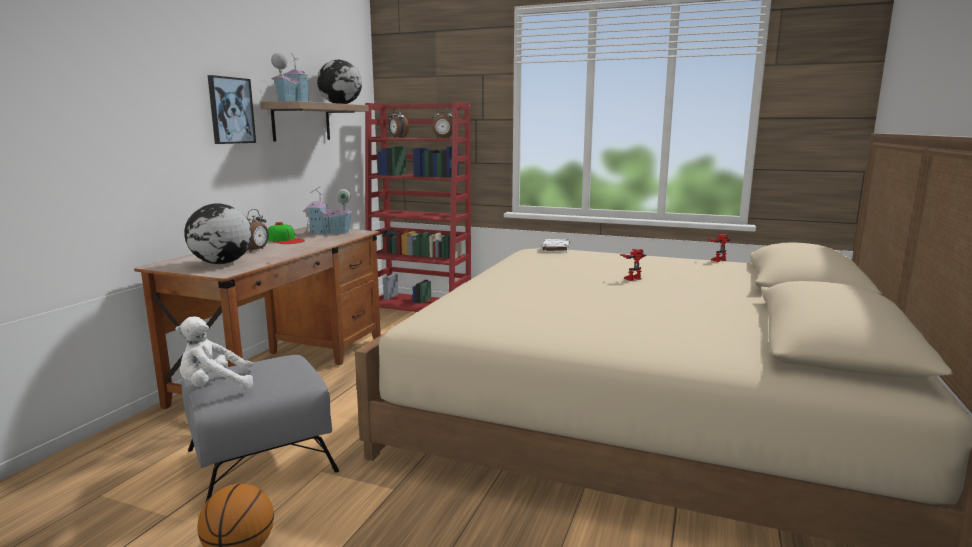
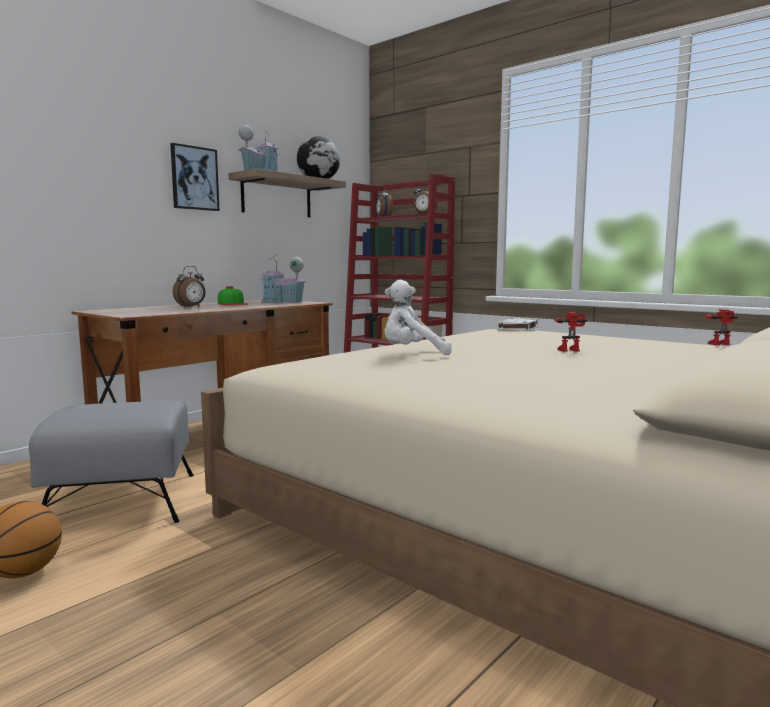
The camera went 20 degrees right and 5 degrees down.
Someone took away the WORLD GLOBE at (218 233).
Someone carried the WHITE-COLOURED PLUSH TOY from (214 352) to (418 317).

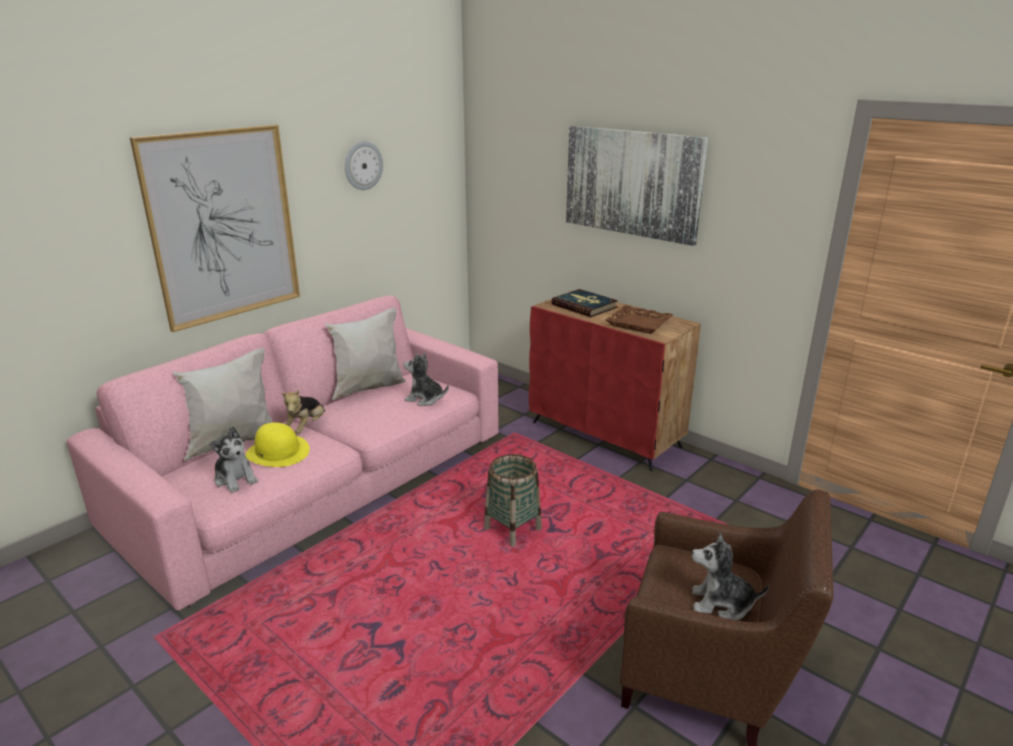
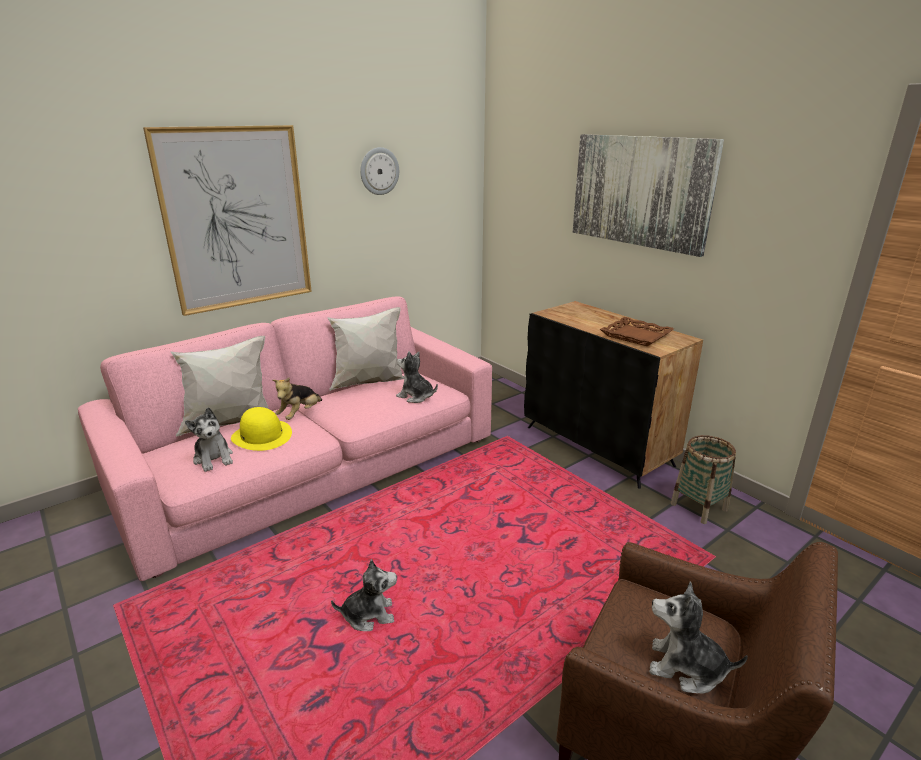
The camera went 10 degrees right and 0 degrees up.
Someone took away the BOOK at (584 303).
Someone repainted the RED CABINET at (615 381), which became the BLACK CABINET at (613 395).
Someone carried the BASKET from (513 500) to (703 479).
Someone put down the PLUSH TOY at (364 595).

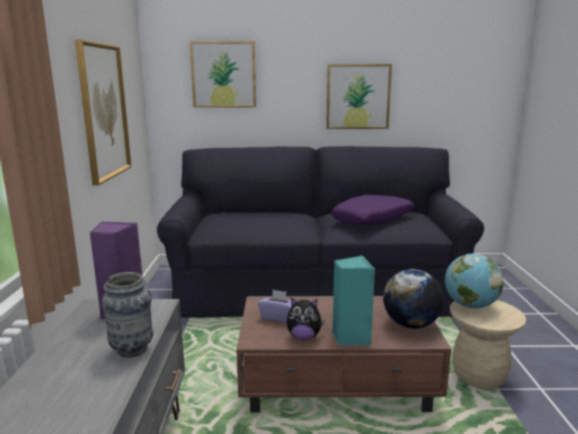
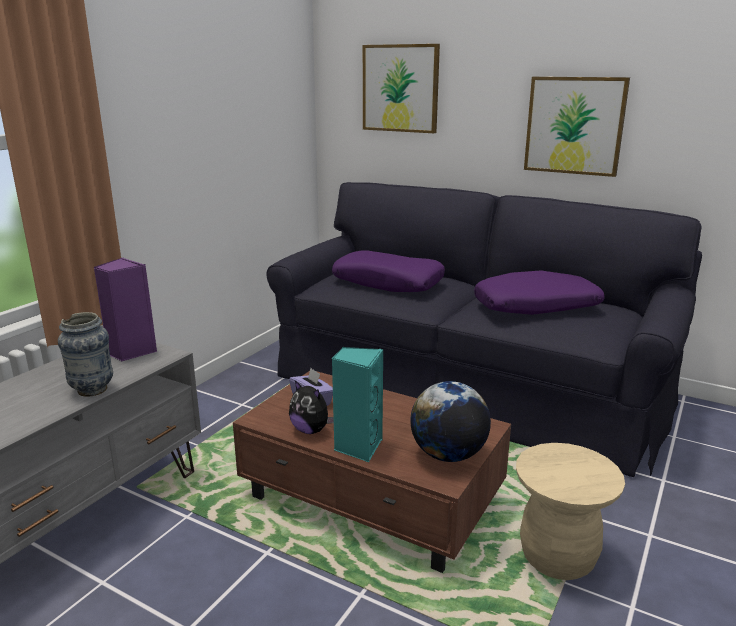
The camera went 30 degrees right and 5 degrees up.
Someone took away the WALL ART at (103 112).
Someone took away the WORLD GLOBE at (474 281).
Someone put down the PURPLE-COLOURED CUSHION at (388 271).

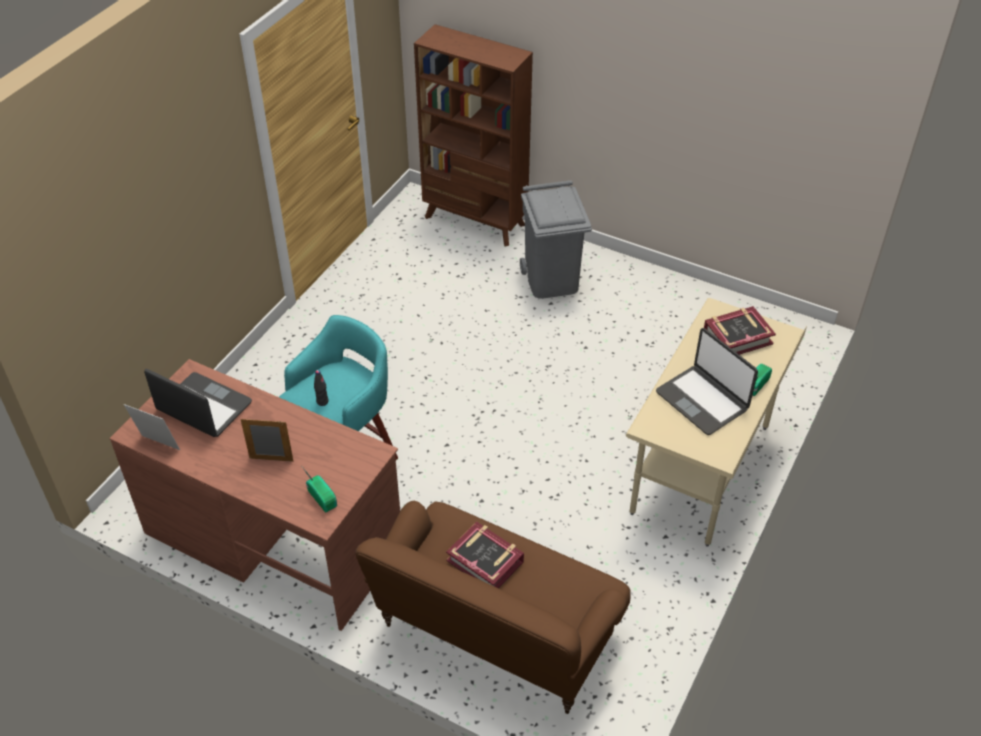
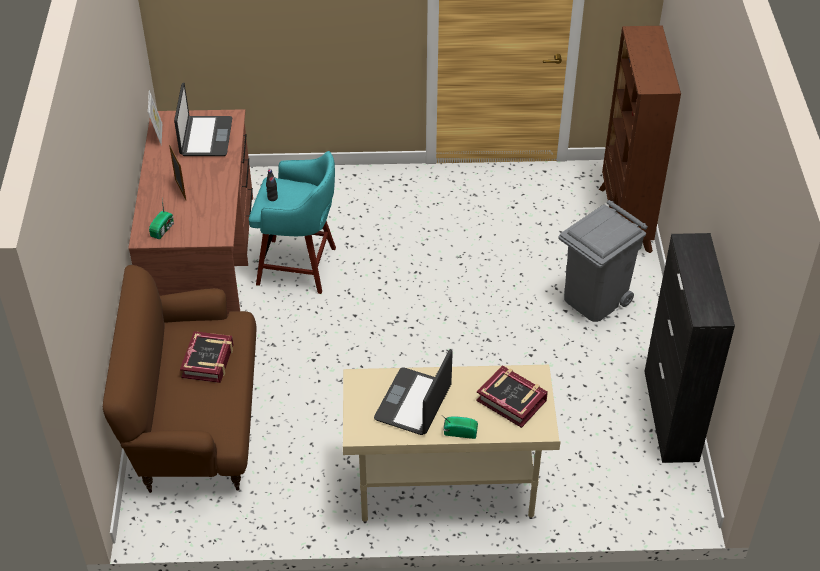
The camera went 60 degrees right and 0 degrees up.
Someone put down the BLACK CABINET at (689 348).

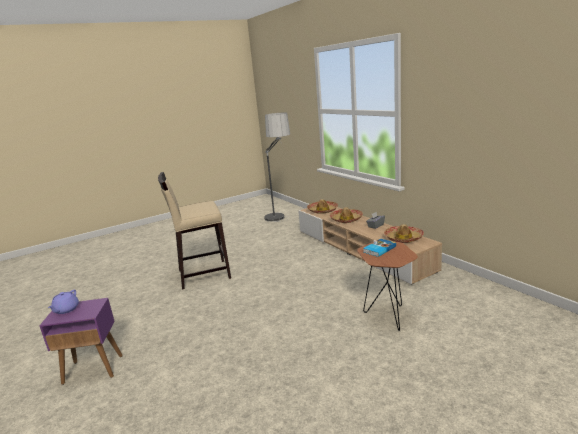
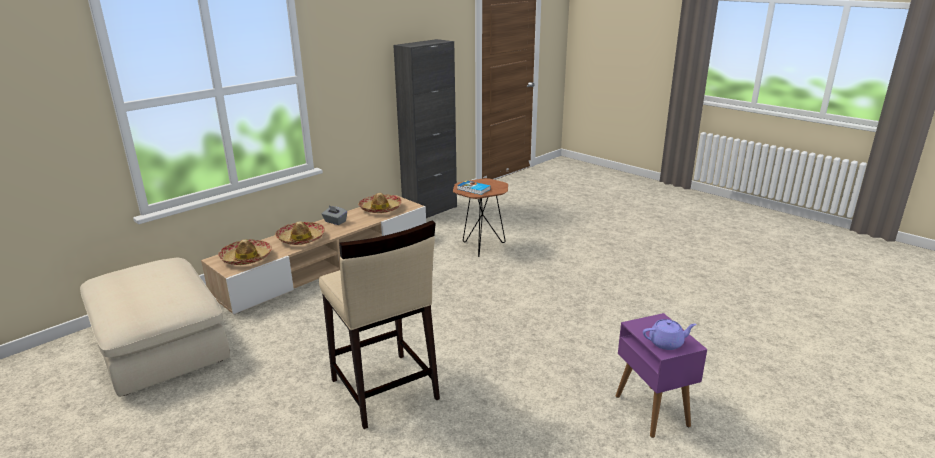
The camera went 105 degrees left and 5 degrees up.
Someone swapped the FLOOR LAMP at (277 167) for the BEIGE-COLOURED POUFFE at (155 327).
Someone put down the BLACK CABINET at (425 128).

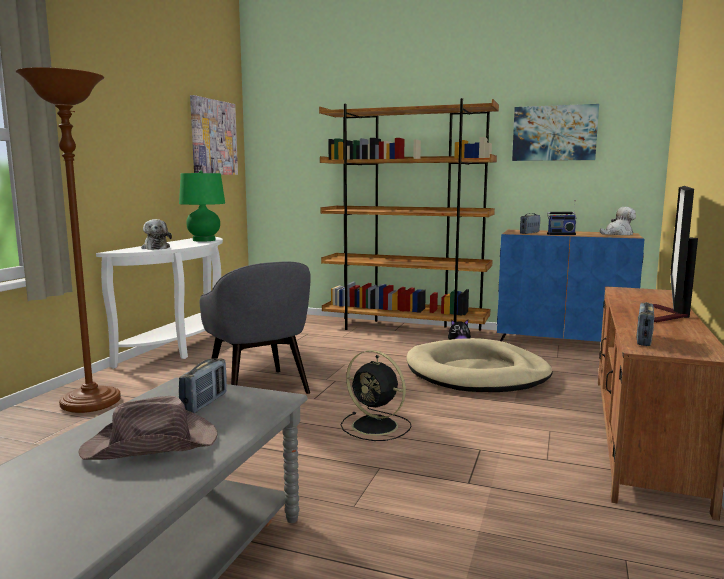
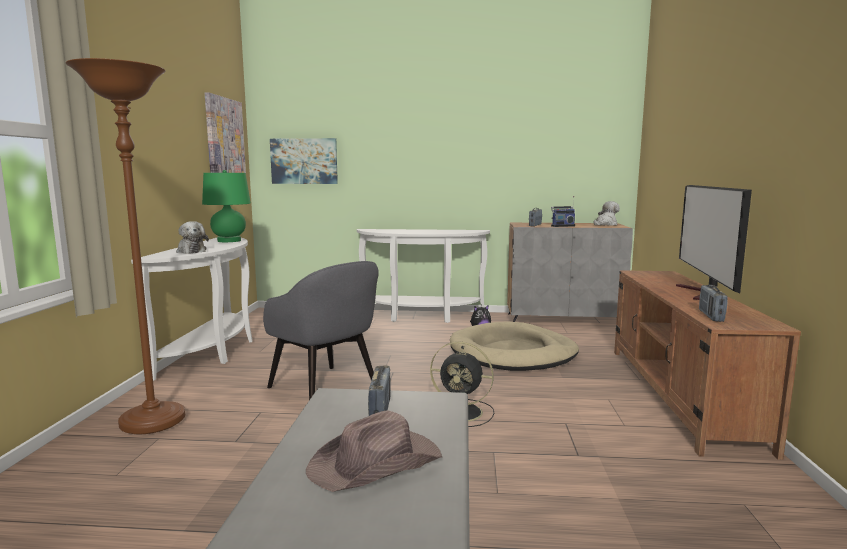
The camera went 15 degrees left and 0 degrees up.
Someone swapped the BROWN SHELVING UNIT at (409 214) for the WHITE-COLOURED CONSOLE TABLE at (423 276).
Someone carried the WALL ART from (555 132) to (304 161).
Someone repainted the BLUE-COLOURED CABINET at (570 286), which became the GRAY CABINET at (570 272).

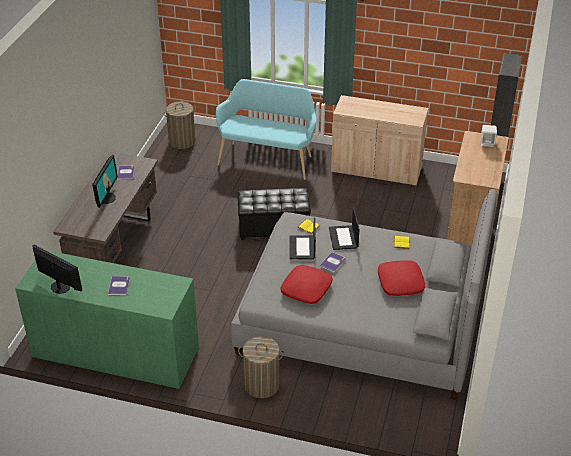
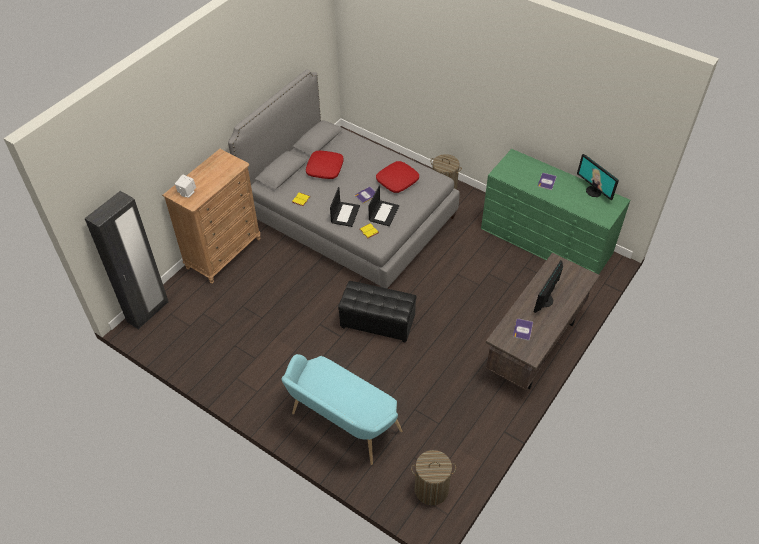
The camera went 160 degrees left and 10 degrees up.
Someone took away the BEIGE-COLOURED CABINET at (379 140).

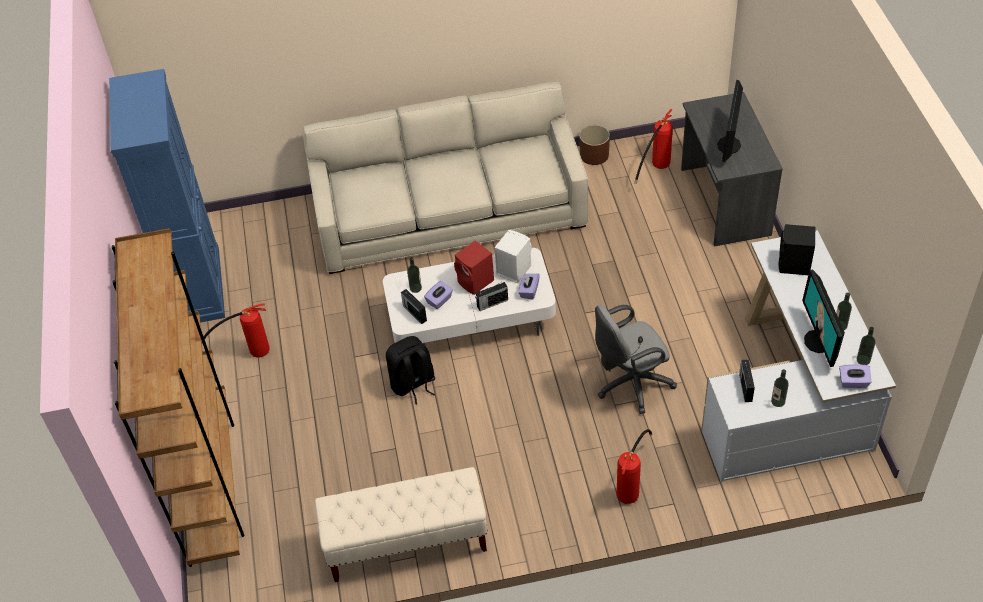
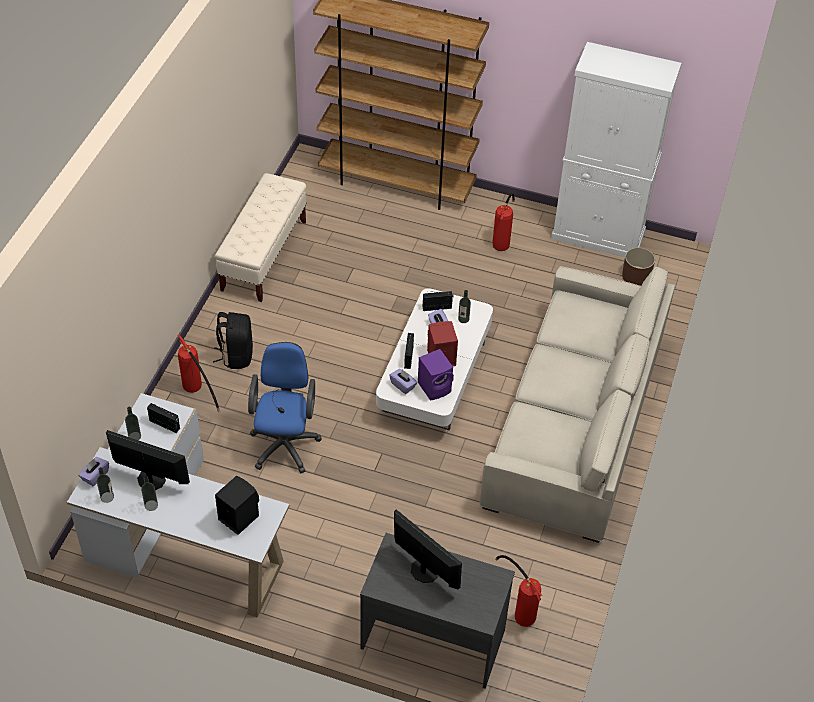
The camera went 115 degrees right and 0 degrees up.
Someone repainted the BLUE-COLOURED CABINET at (167 196), which became the WHITE-COLOURED CABINET at (616 150).
Someone carried the BROWN PLANT POT from (594 145) to (638 266).
Someone repainted the WHITE-COLOURED AUDIO SPEAKER at (513 256), which became the PURPLE-COLOURED AUDIO SPEAKER at (436 375).
Someone repainted the GRAY COMPUTER CHAIR at (636 359), which became the BLUE-COLOURED COMPUTER CHAIR at (285 407).
Someone carried the BLACK RUCKSACK from (410 370) to (233 340).

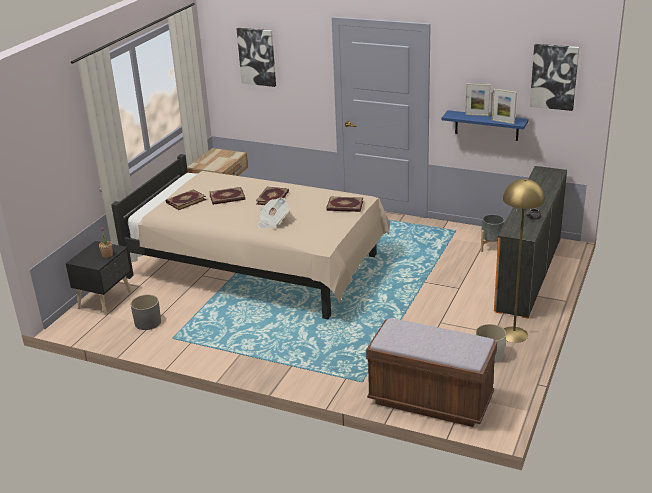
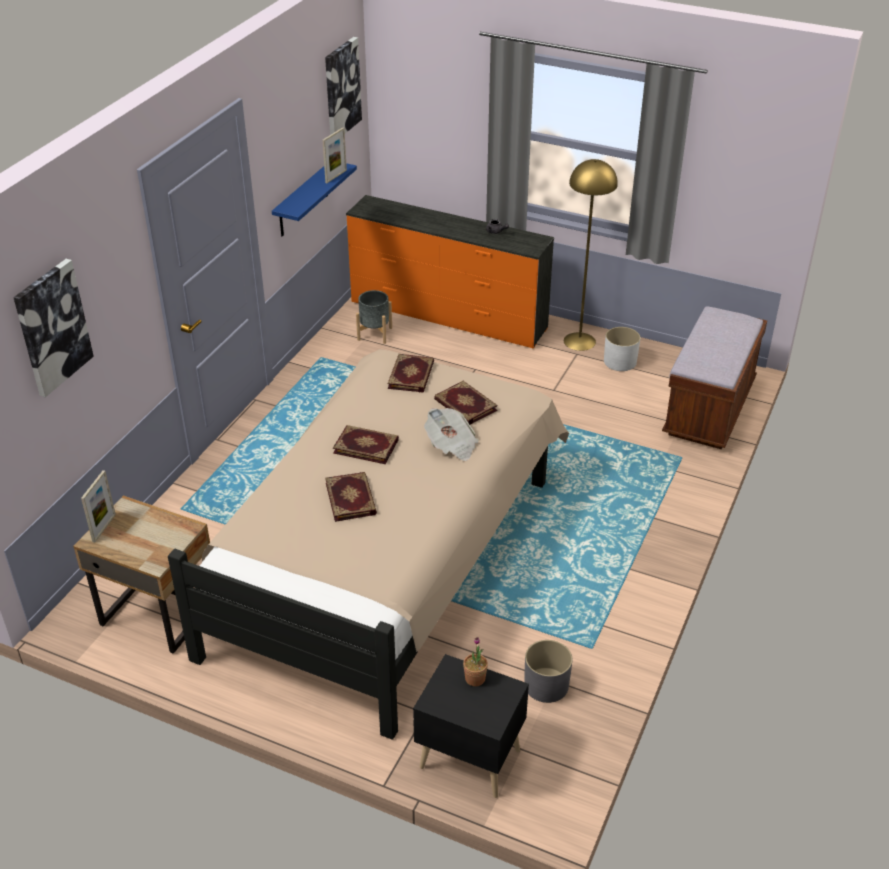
The camera went 90 degrees left and 10 degrees up.
Someone carried the STANDING FRAME from (477 100) to (98 506).
Someone carried the BOOK from (186 199) to (466 403).

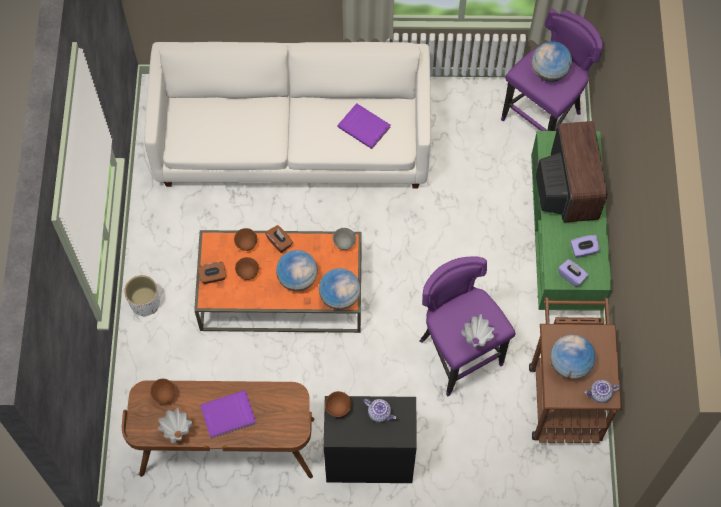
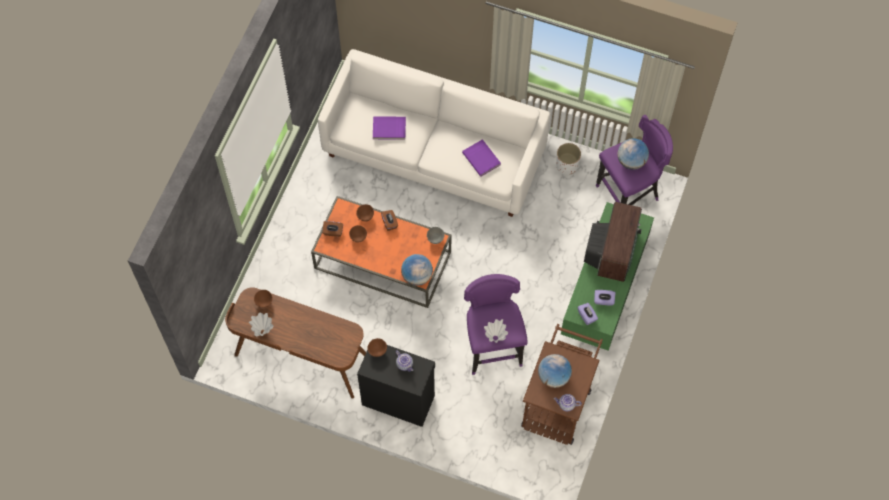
The camera went 20 degrees right and 0 degrees up.
Someone took away the WORLD GLOBE at (297 270).
Someone carried the WHITE-COLOURED PLANT POT from (142 295) to (568 158).
Someone carried the PURPLE-COLOURED BOOK from (228 414) to (389 128).

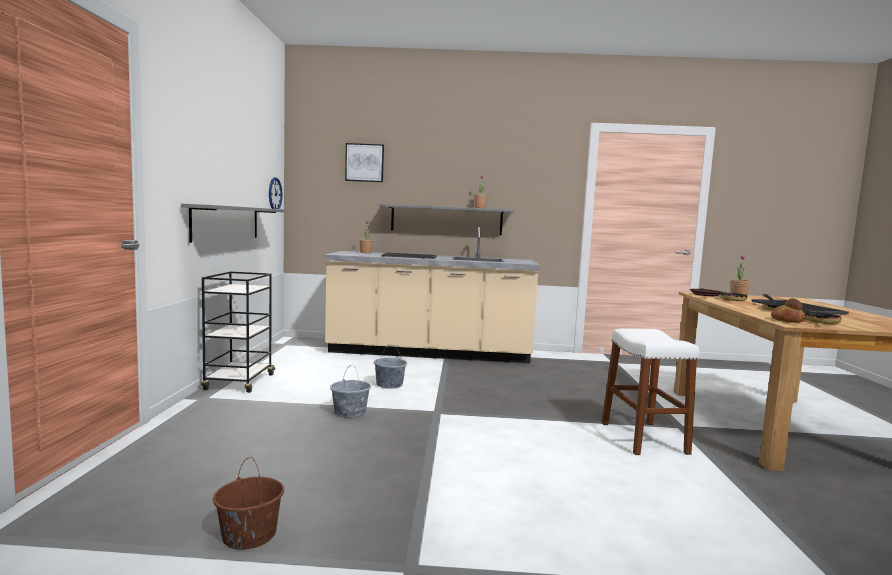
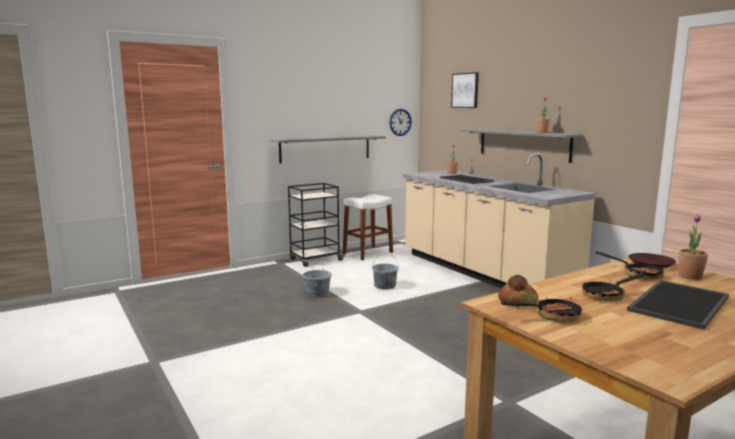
The camera went 55 degrees right and 5 degrees up.
Someone carried the WHITE-COLOURED STOOL from (650 391) to (368 227).
Someone took away the BROWN PAIL at (248 503).

